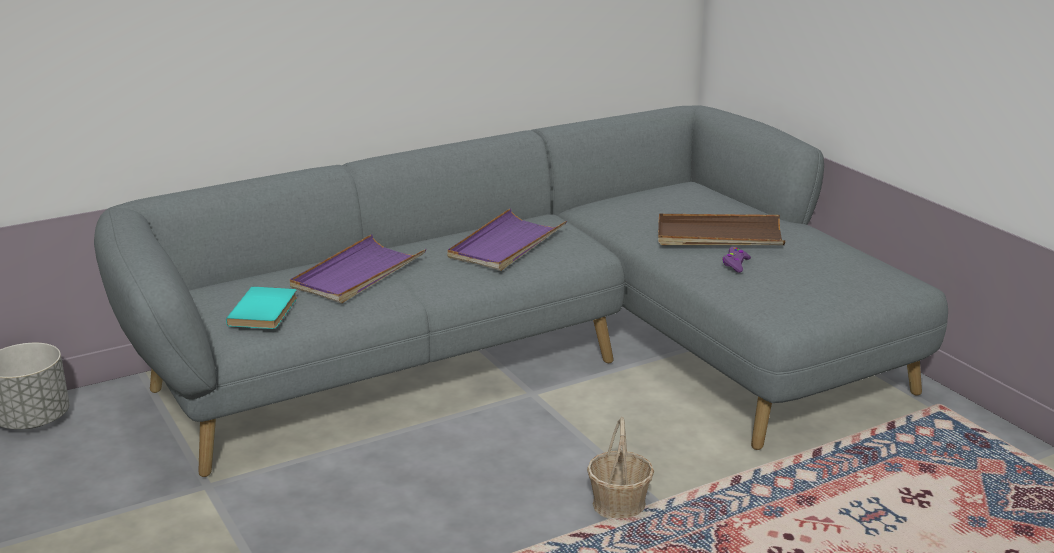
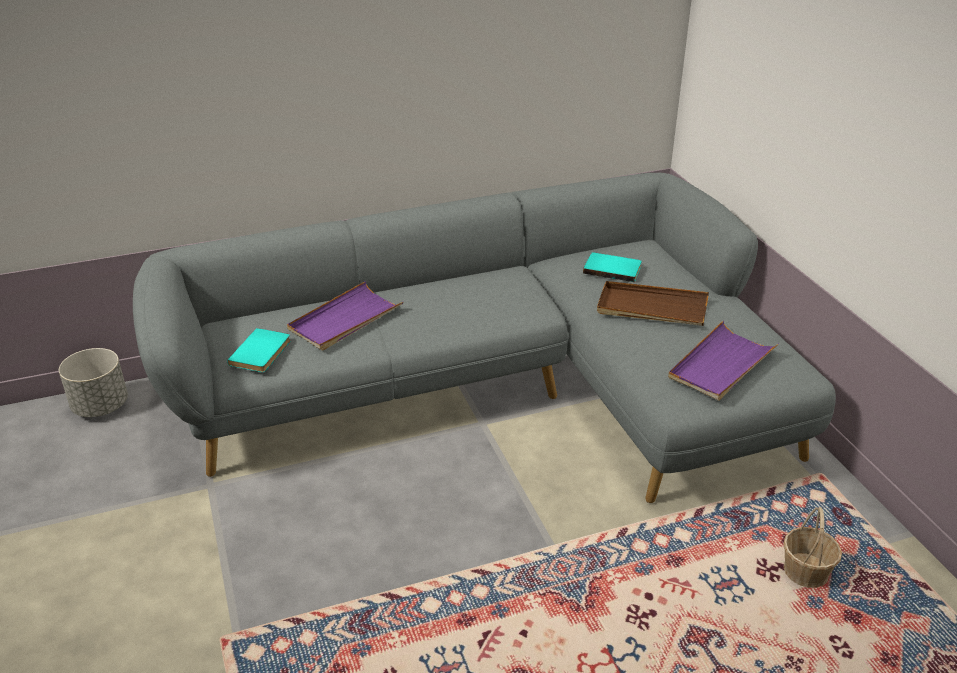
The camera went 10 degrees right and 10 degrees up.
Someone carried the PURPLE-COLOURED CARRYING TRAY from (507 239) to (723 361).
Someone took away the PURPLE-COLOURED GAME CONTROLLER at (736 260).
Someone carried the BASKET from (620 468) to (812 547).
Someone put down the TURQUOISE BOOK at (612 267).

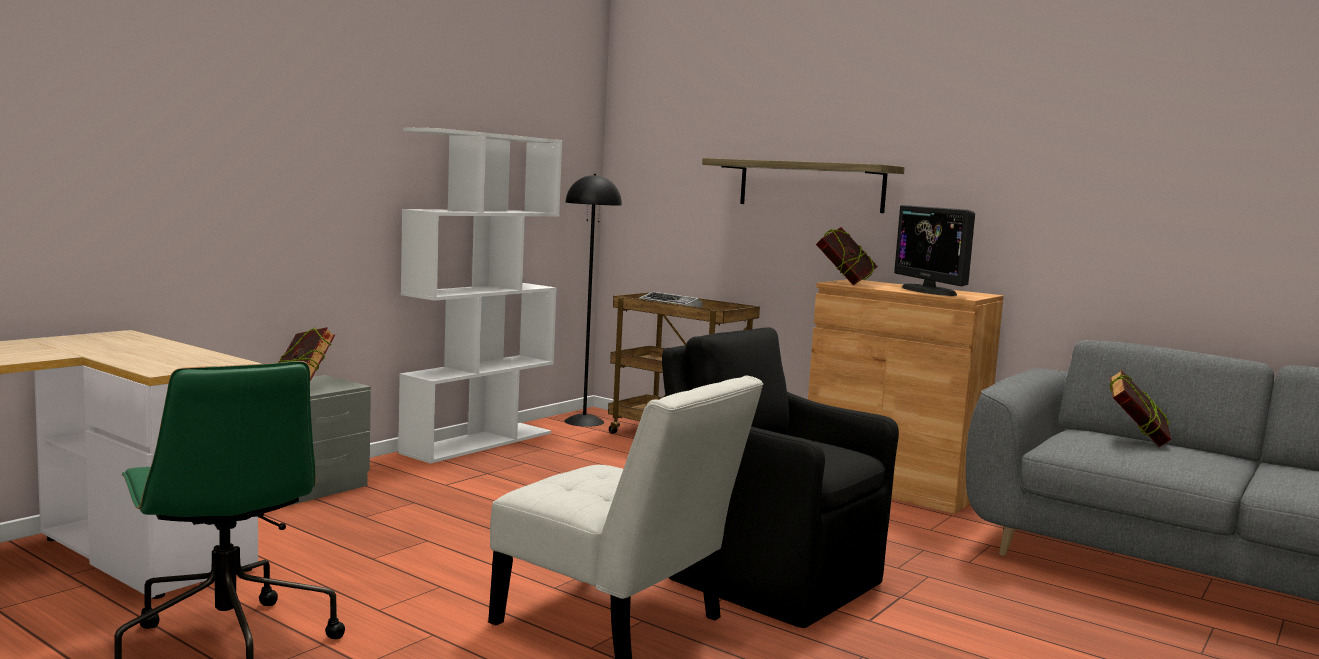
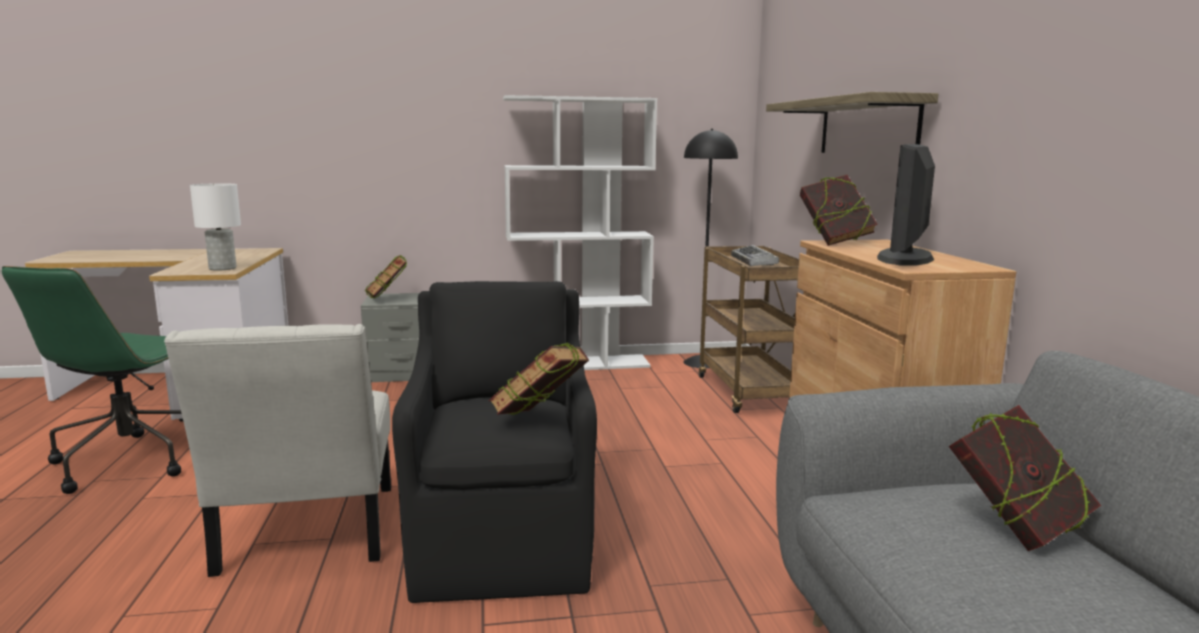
The camera went 45 degrees right and 5 degrees up.
Someone put down the WHITE-COLOURED TABLETOP LAMP at (215 227).
Someone put down the BOOK at (538 378).

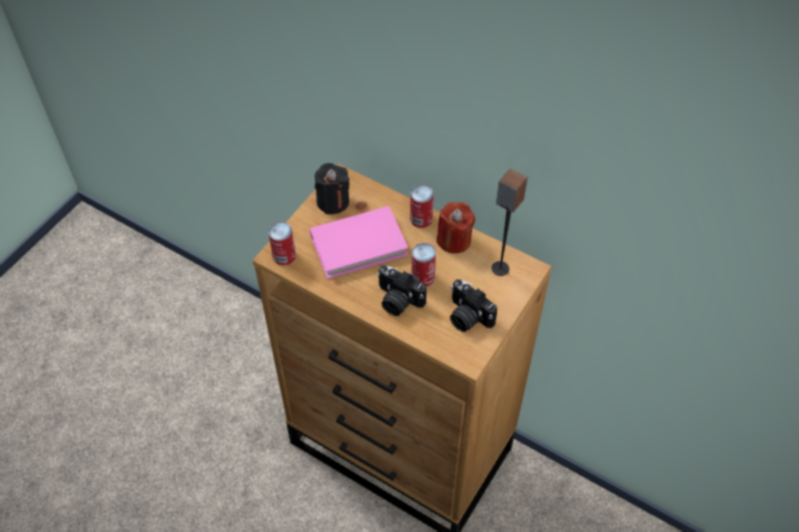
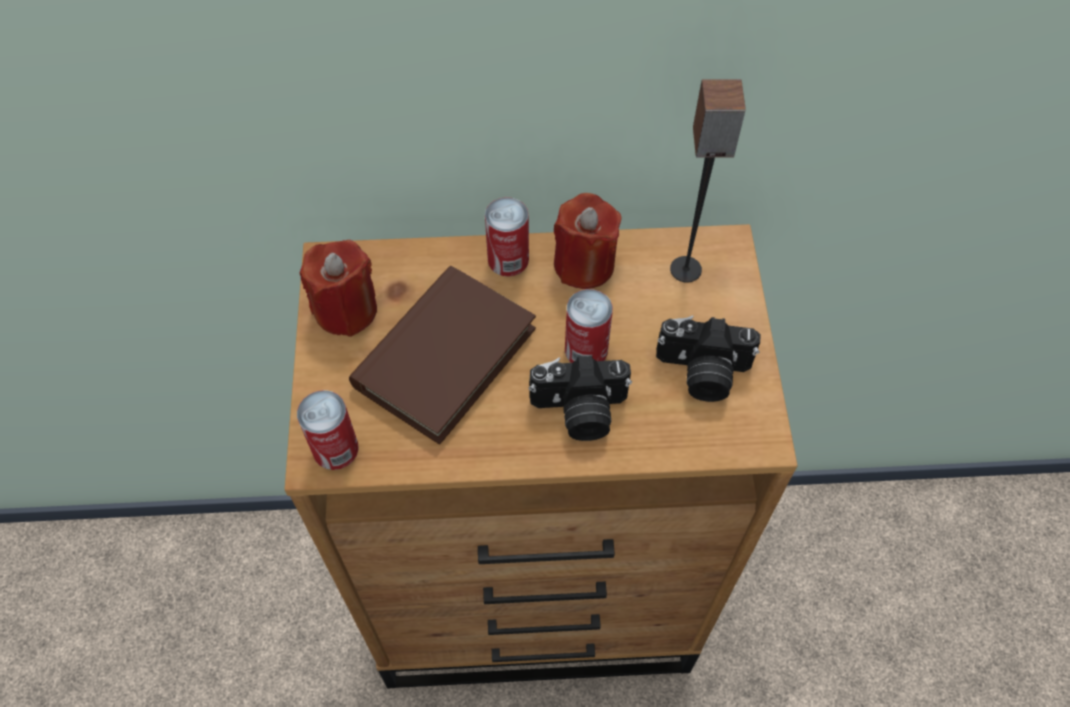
The camera went 35 degrees left and 5 degrees up.
Someone repainted the BLACK CANDLE at (332 188), which became the RED CANDLE at (338 288).
Someone repainted the PINKISH BOOK at (359 242), which became the BROWN BOOK at (442 355).

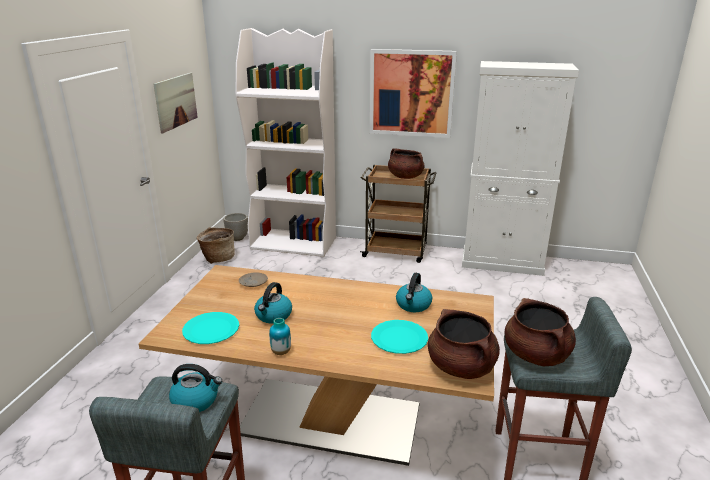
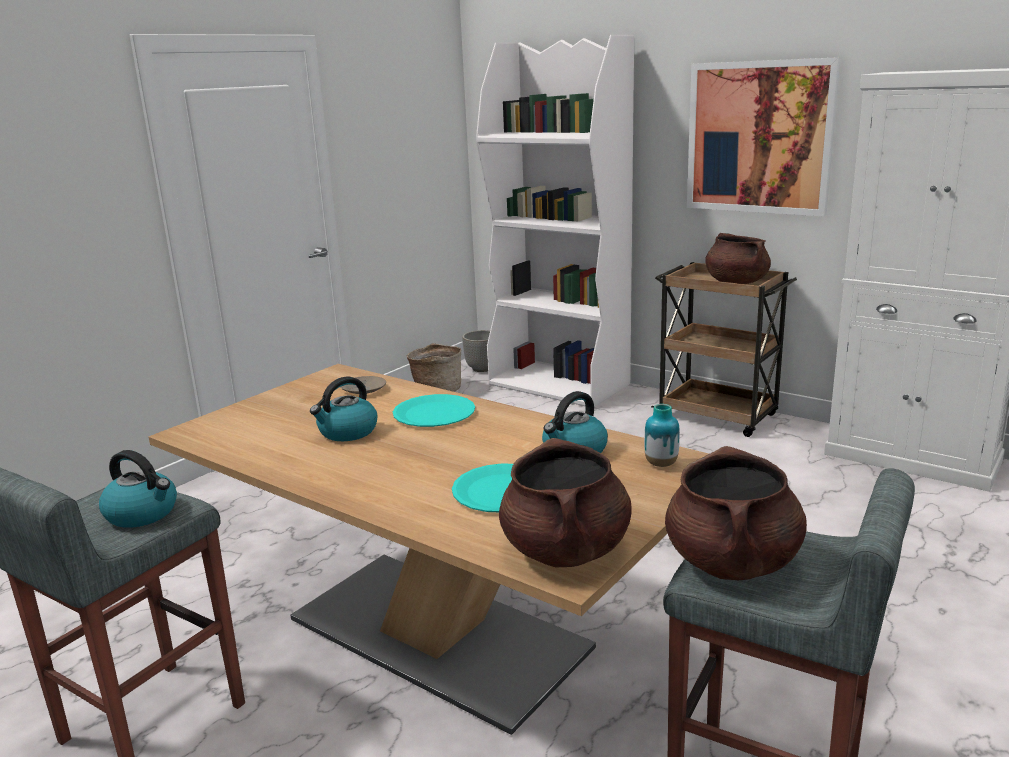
The camera went 25 degrees right and 5 degrees down.
Someone took away the WALL ART at (175 103).
Someone carried the TURQUOISE FLAT DISH from (210 328) to (434 410).
Someone carried the FLOWER VASE from (280 336) to (662 435).

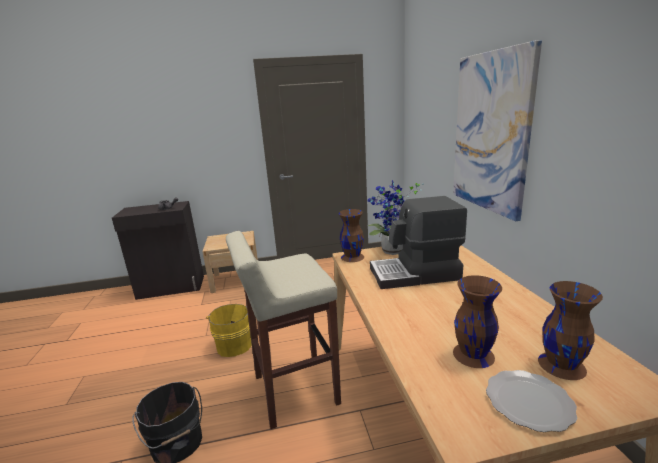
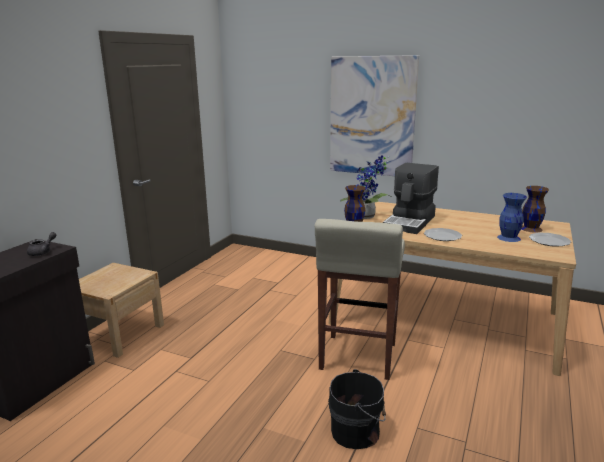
The camera went 55 degrees left and 0 degrees up.
Someone repainted the BROWN FLOWER VASE at (477 321), which became the BLUE-COLOURED FLOWER VASE at (512 217).
Someone took away the YELLOW PAIL at (229 330).
Someone put down the FLAT DISH at (443 234).

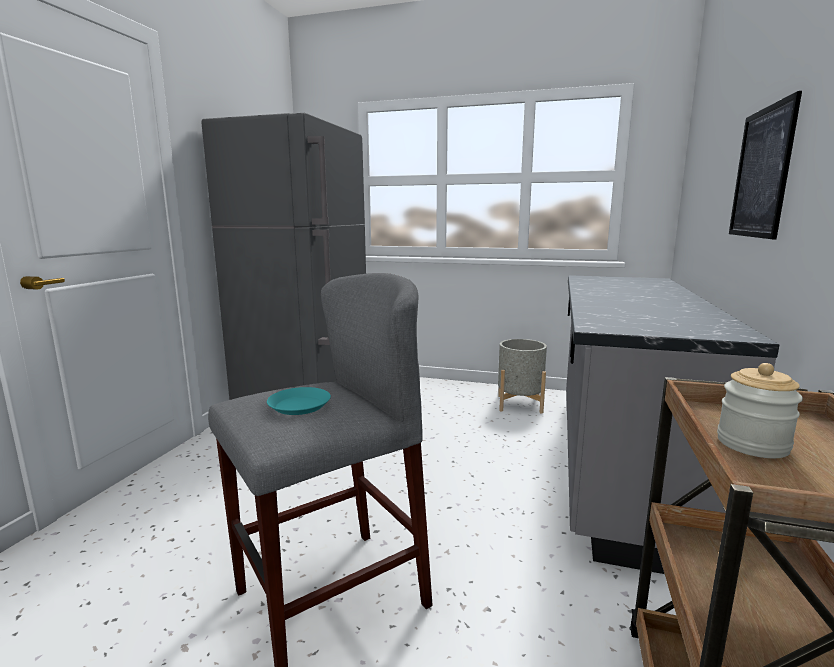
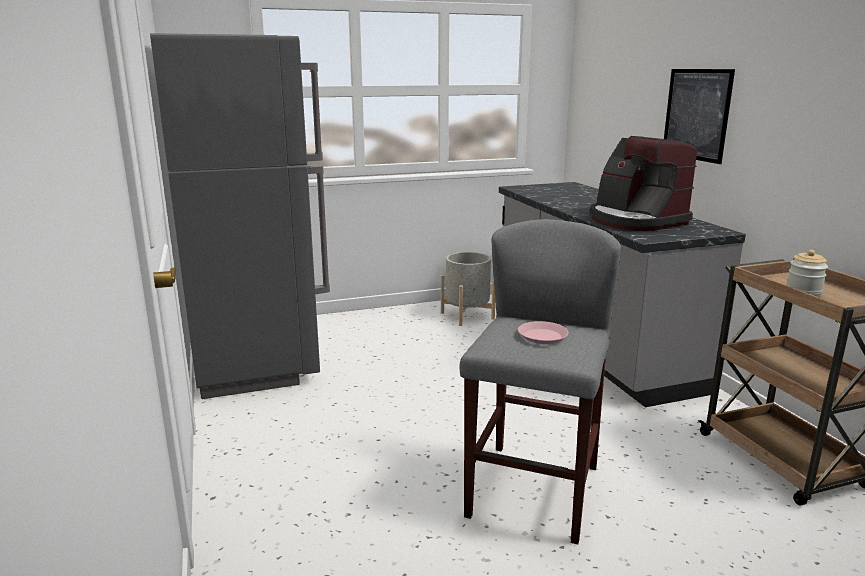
The camera went 35 degrees left and 5 degrees up.
Someone repainted the TURQUOISE FLAT DISH at (299 401), which became the PINKISH FLAT DISH at (543 332).
Someone put down the COFFEE MACHINE at (643 183).

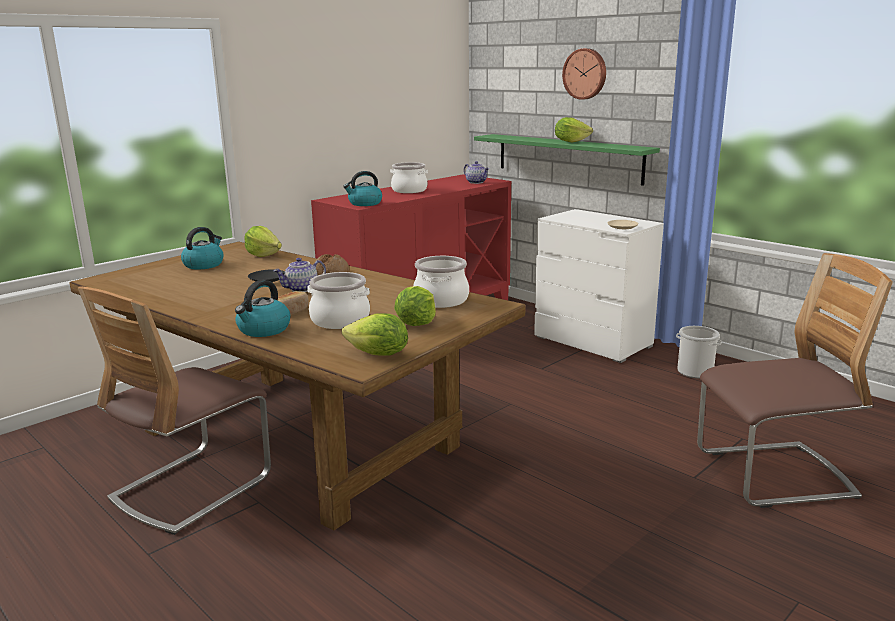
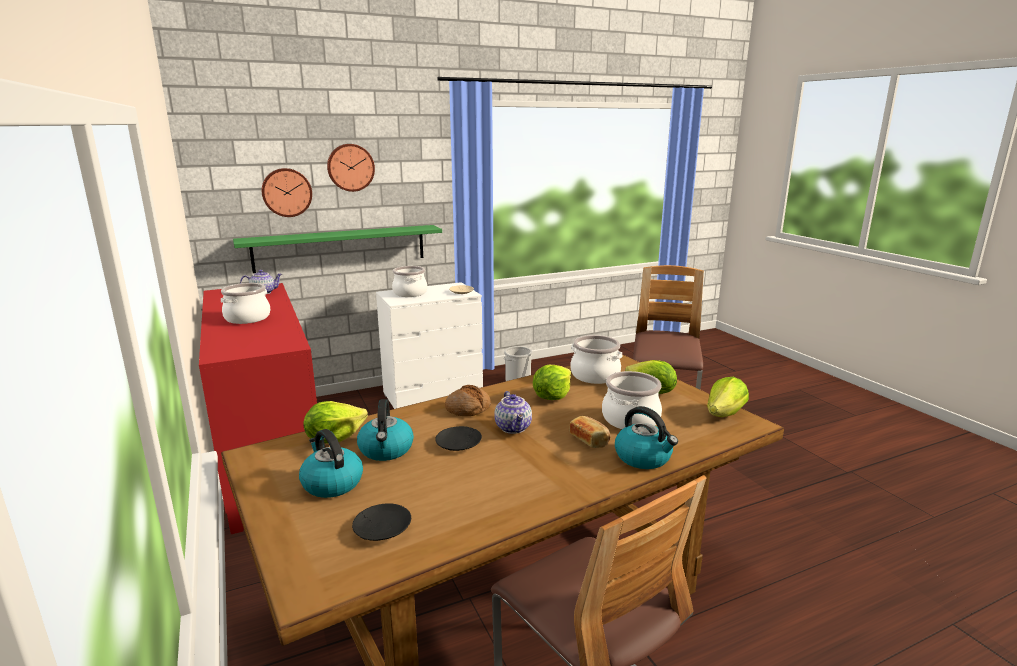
The camera went 70 degrees left and 0 degrees up.
Someone carried the HEAD OF LETTUCE from (574 129) to (552 382).
Someone carried the KETTLE from (362 188) to (385 430).
Someone put up the HANGING CLOCK at (287 192).
Someone put down the STOCKPOT at (409 281).
Someone put down the BLACK FLAT DISH at (381 522).

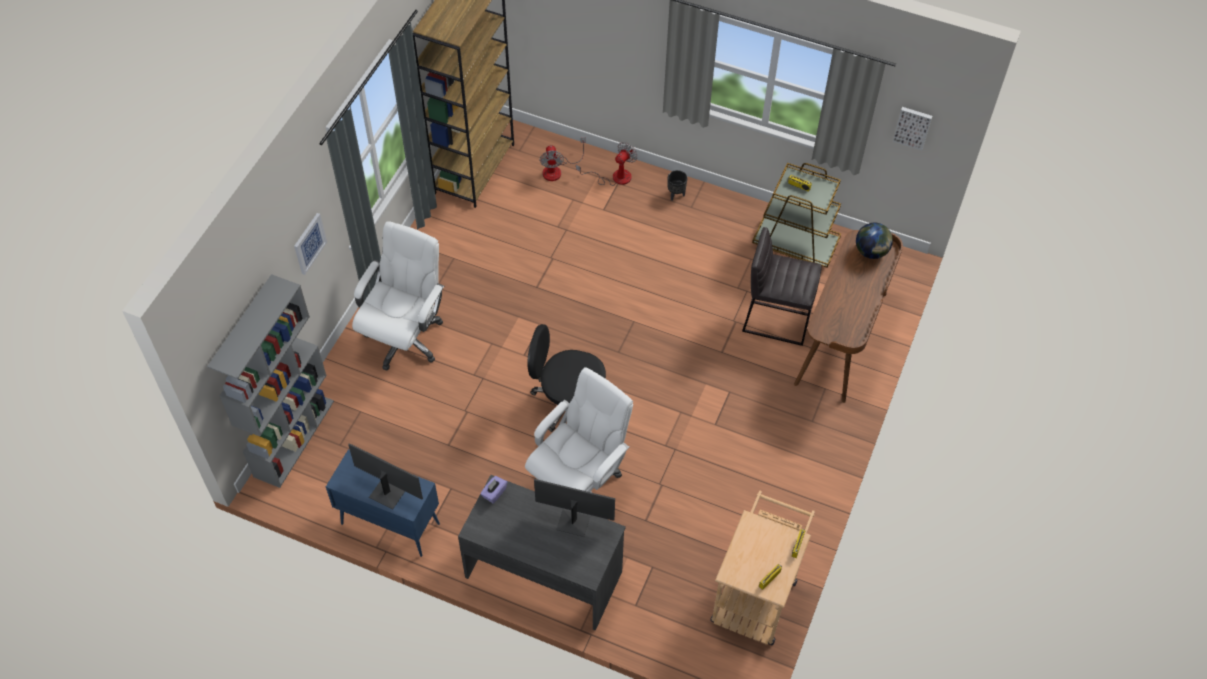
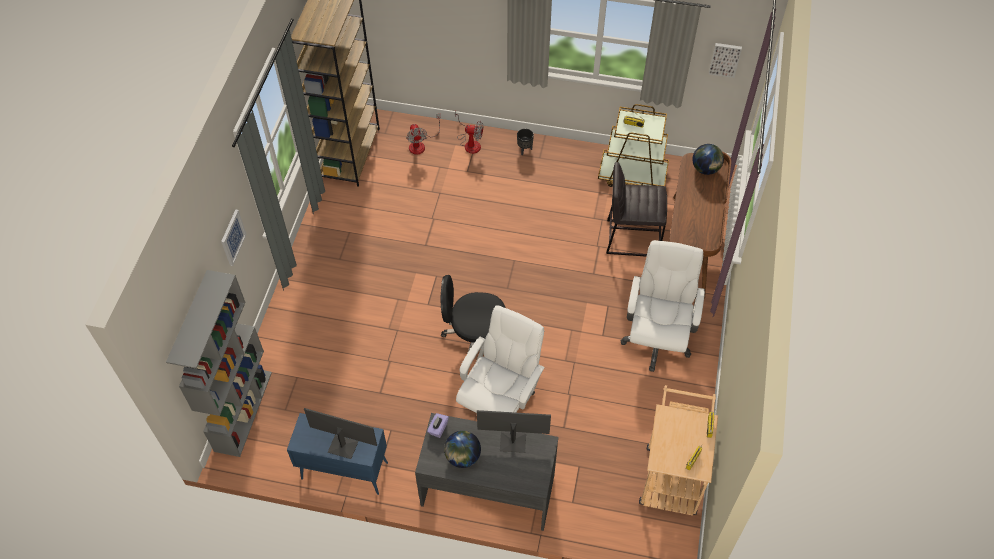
The camera went 10 degrees left and 0 degrees up.
Someone rotated the FAN at (606 164) by 75 degrees clockwise.
Someone carried the WHITE-COLOURED COMPUTER CHAIR from (398 296) to (662 306).
Someone put down the WORLD GLOBE at (462 449).

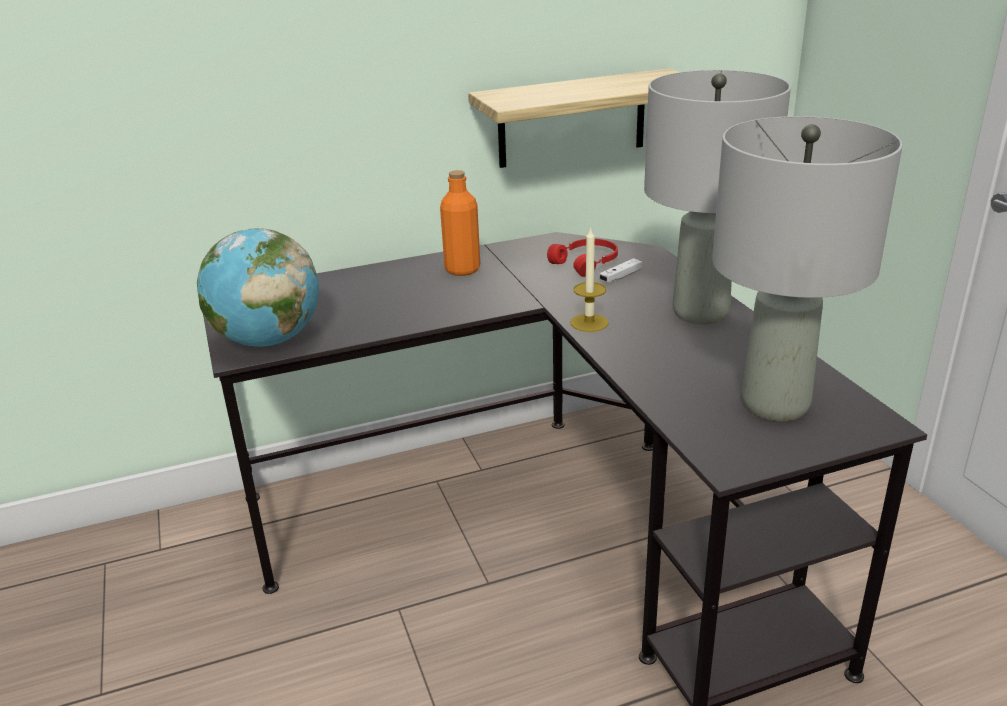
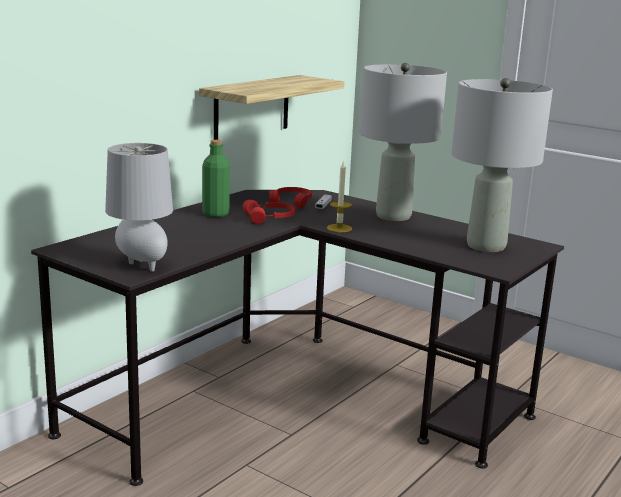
The camera went 35 degrees left and 10 degrees down.
Someone repainted the ORANGEY BOTTLE at (460 223), which became the GREEN BOTTLE at (216 178).
Someone swapped the WORLD GLOBE at (258 287) for the GRAY TABLETOP LAMP at (139 207).
Someone put down the RED PAIR OF HEADPHONES at (268 211).

